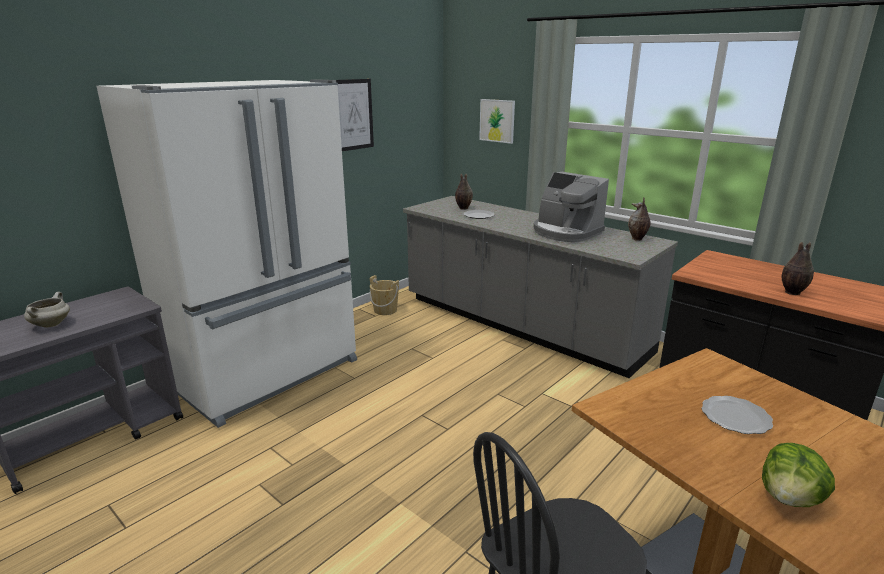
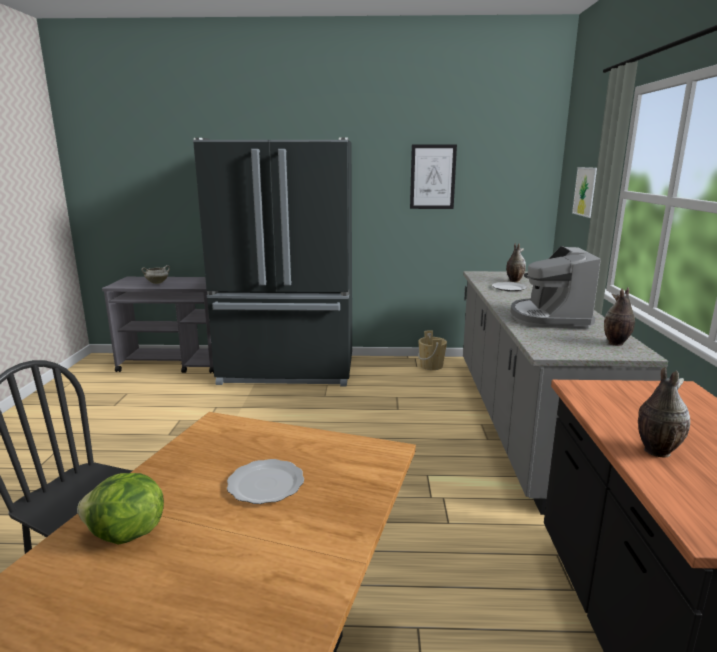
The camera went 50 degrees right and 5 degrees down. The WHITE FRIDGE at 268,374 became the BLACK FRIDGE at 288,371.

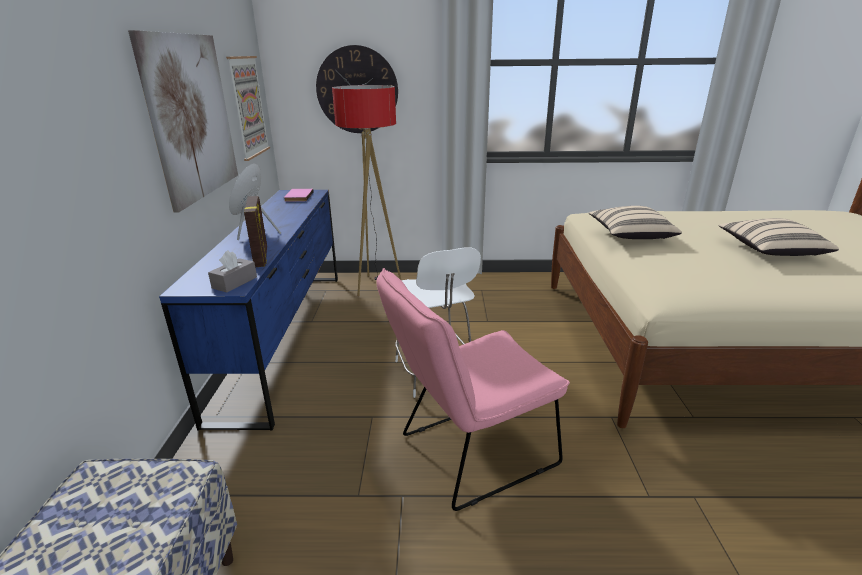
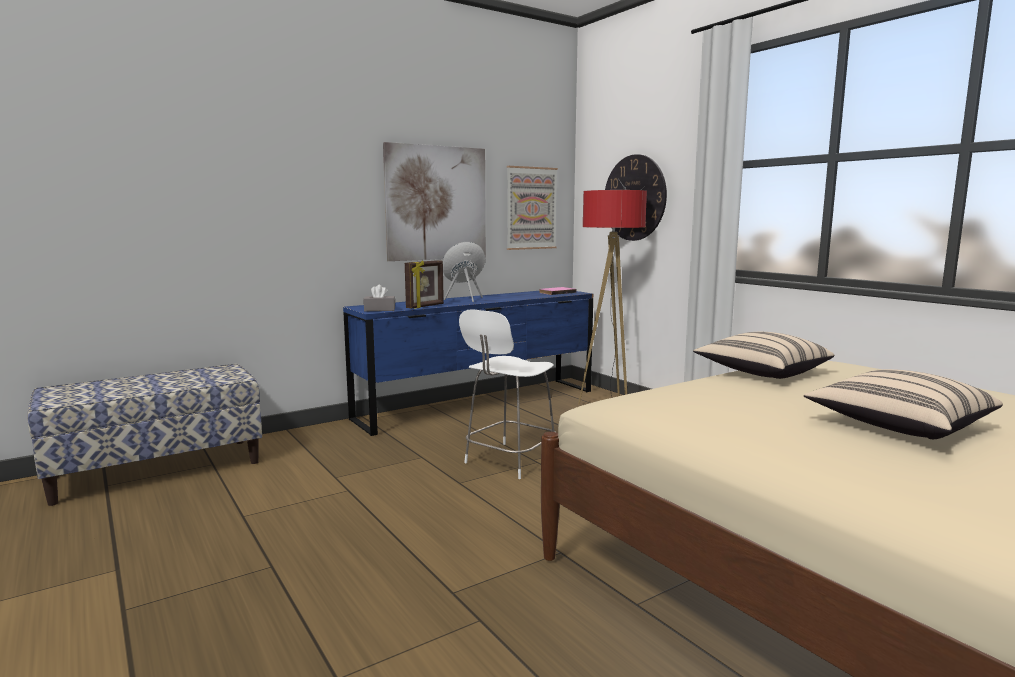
The camera went 55 degrees right and 15 degrees down. The PINK CHAIR at 469,453 disappeared.

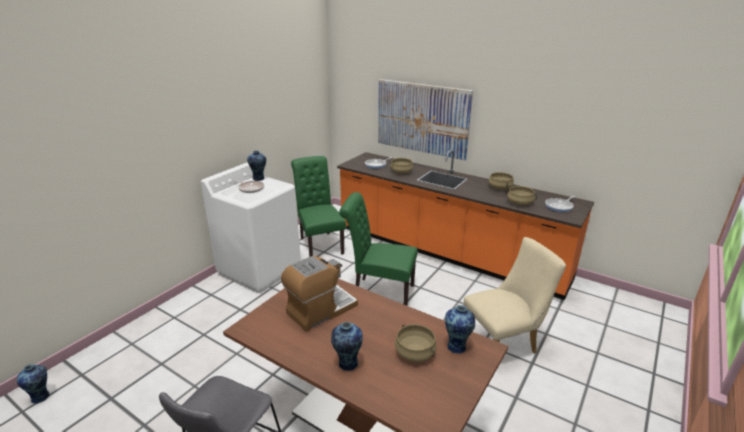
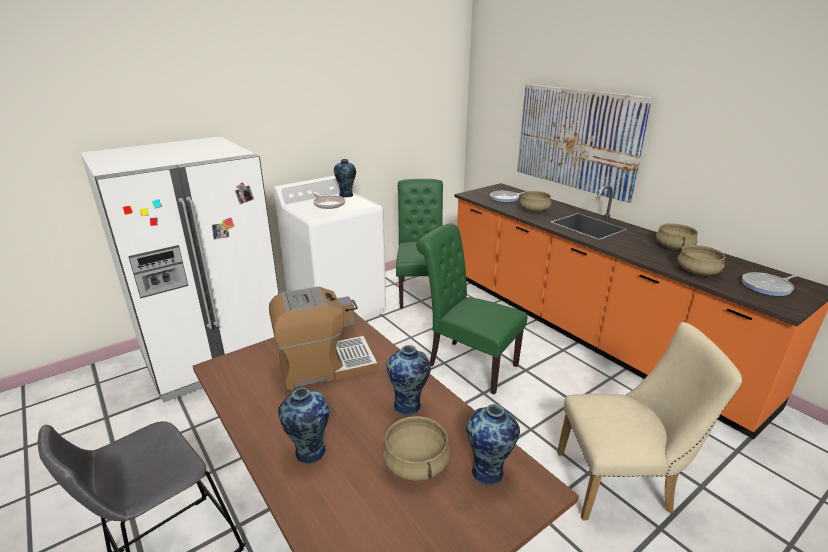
The camera went 20 degrees right and 0 degrees up. The WHITE FRIDGE at 214,355 appeared. The VASE moved from 41,397 to 409,405.

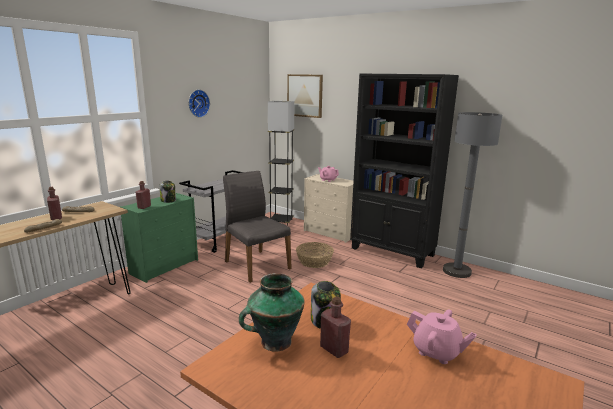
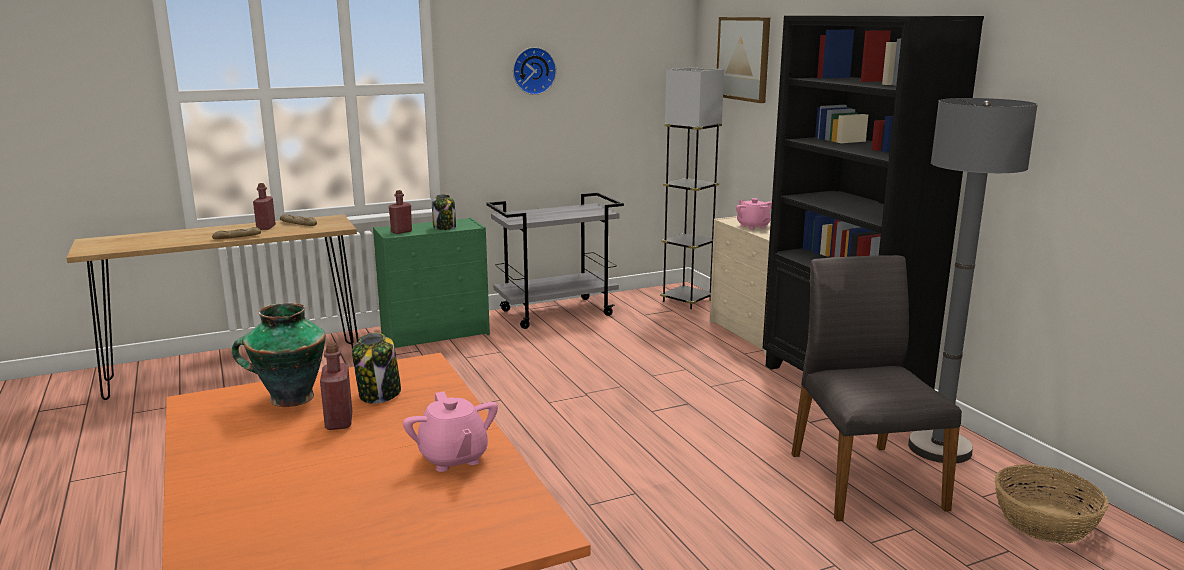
The camera went 30 degrees right and 0 degrees up. The GREY CHAIR moved from 256,265 to 862,479. The BASKET moved from 314,261 to 1044,521.

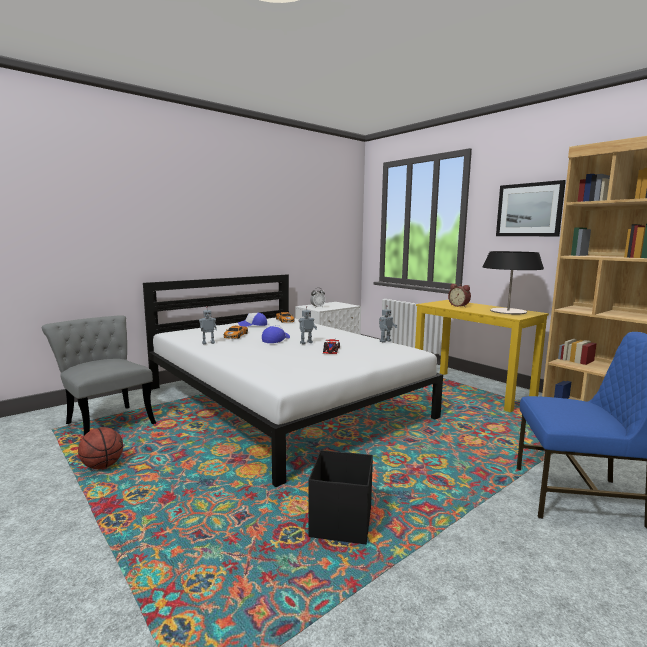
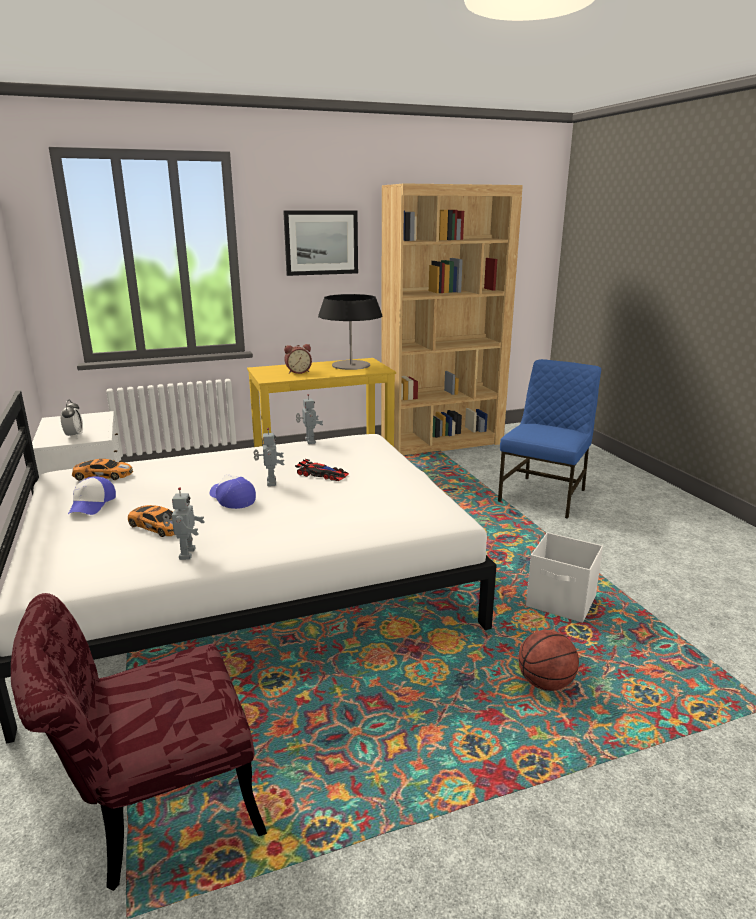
The camera went 70 degrees left and 10 degrees up. The BASKETBALL moved from 102,466 to 545,683. The GREY CHAIR at 106,421 became the RED CHAIR at 155,811. The BLACK STORAGE BOX at 340,523 became the WHITE STORAGE BOX at 562,602.

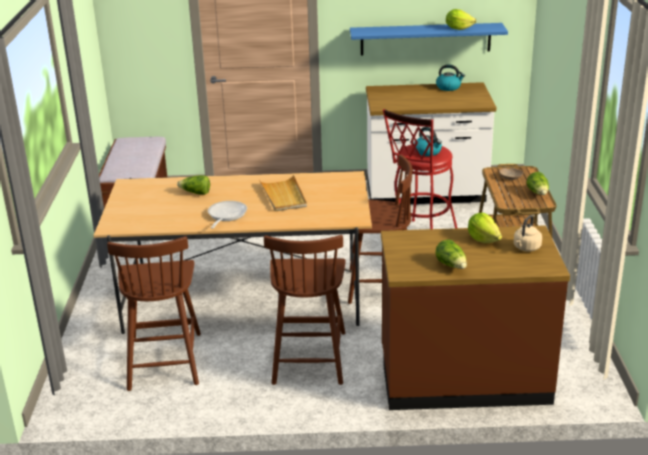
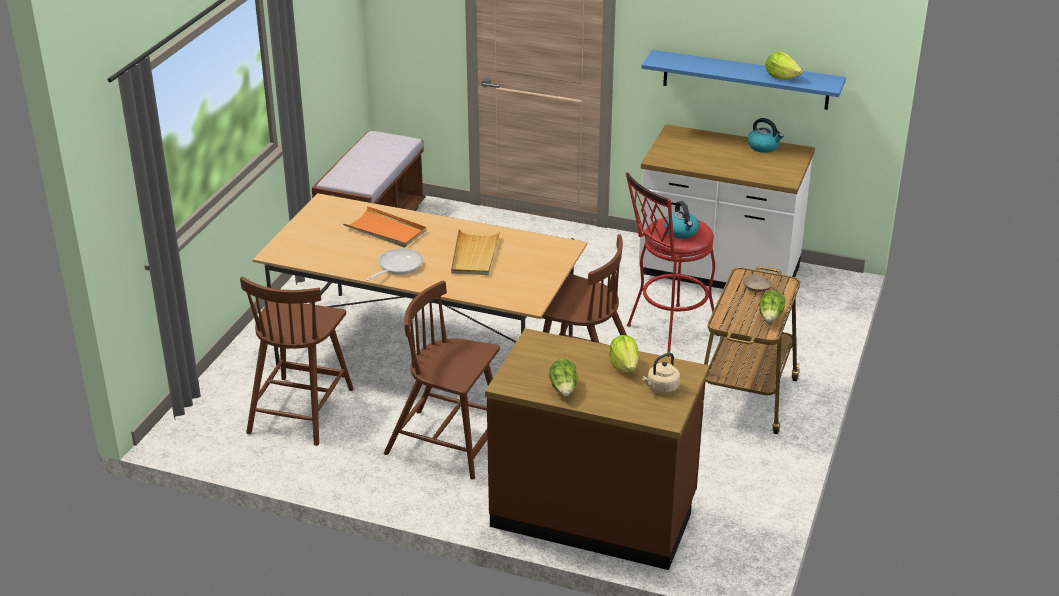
The camera went 20 degrees right and 5 degrees up. The LETTUCE at 196,193 was replaced by the ORANGE TRAY at 386,230. The BROWN CHAIR at 309,356 turned 90 degrees clockwise.

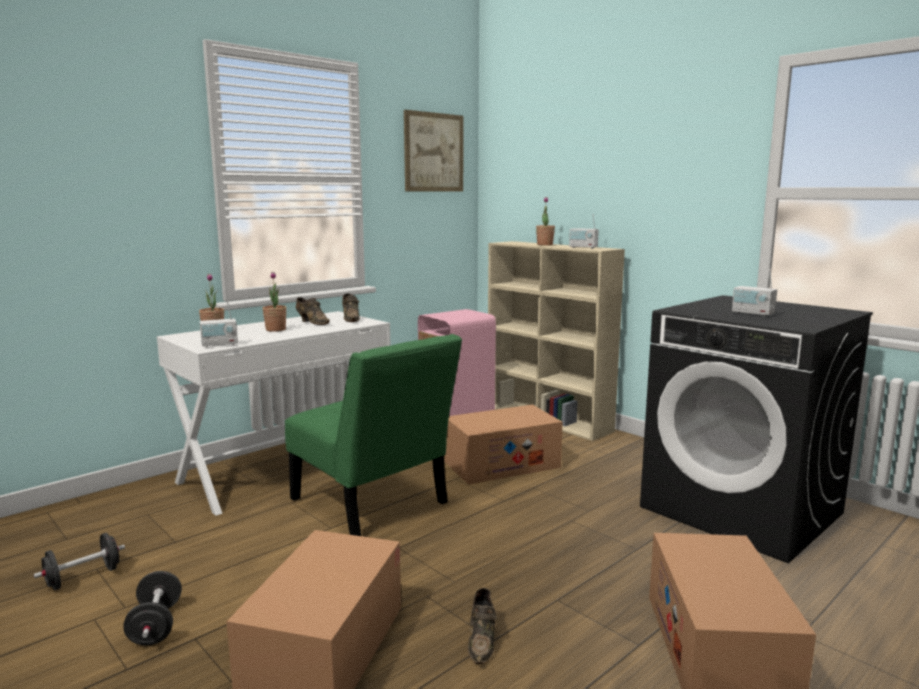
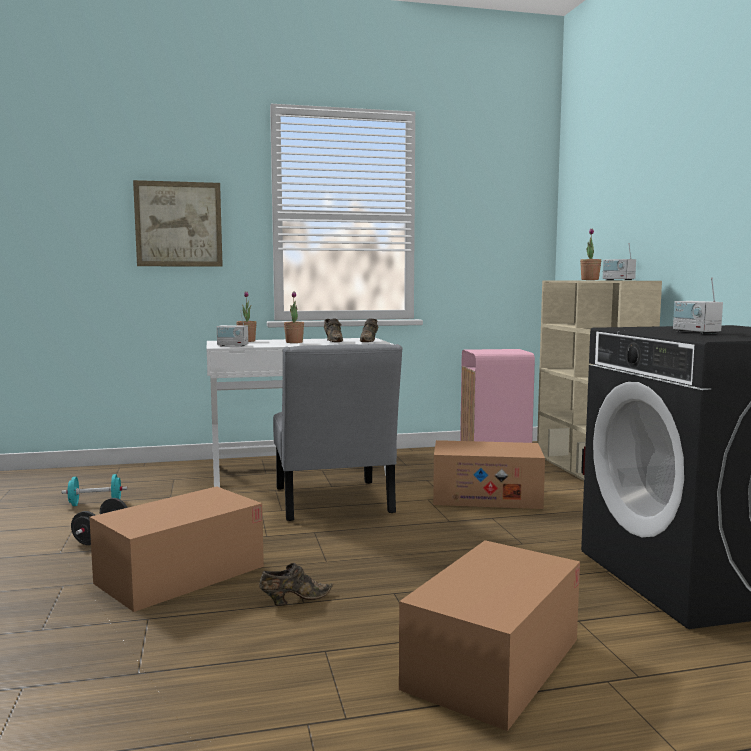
The camera went 30 degrees right and 5 degrees down. The PICTURE moved from 434,152 to 178,224. The BLACK DUMBBELL at 83,578 became the TURQUOISE DUMBBELL at 95,504. The GREEN CHAIR at 373,505 became the GREY CHAIR at 333,503. The BROWN SHOE at 482,640 turned 150 degrees counterclockwise.

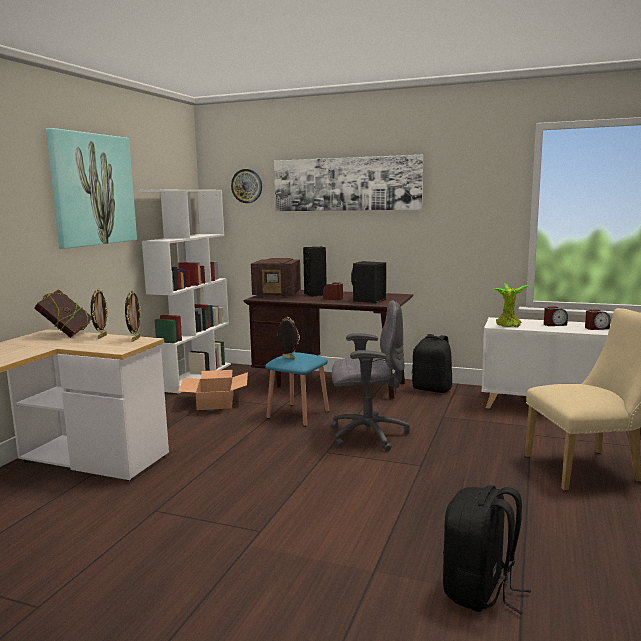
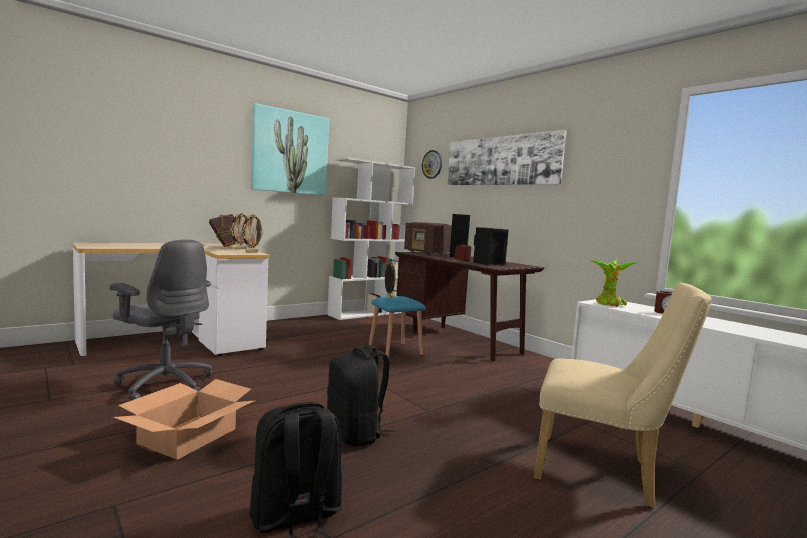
The camera went 30 degrees right and 5 degrees down. The ALARM CLOCK at 596,328 disappeared. The CARDBOARD BOX moved from 215,401 to 187,436. The GREY OFFICE CHAIR moved from 366,435 to 165,384. The BLACK BACKPACK moved from 432,389 to 356,434.

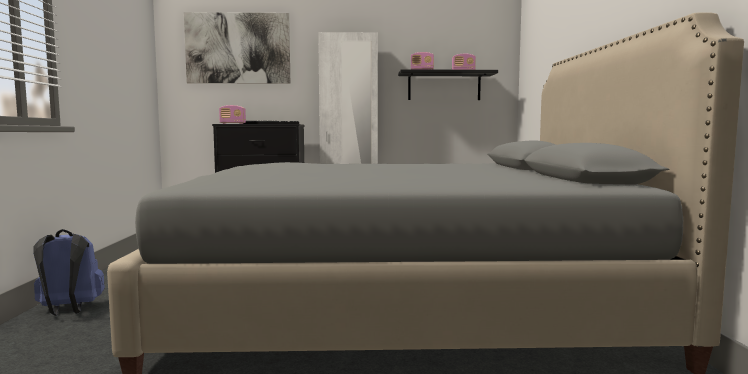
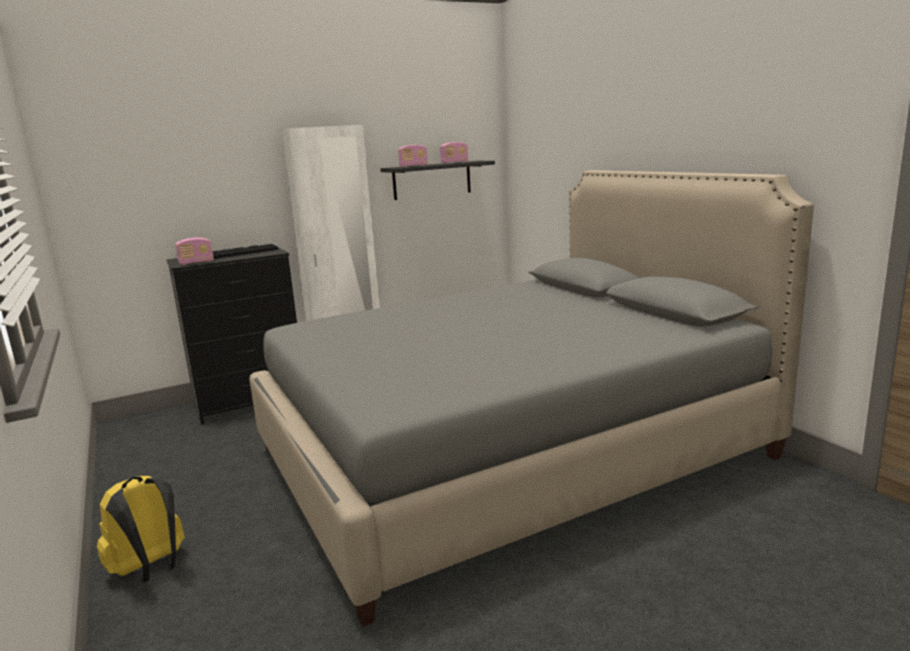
The camera went 25 degrees left and 10 degrees up. The PICTURE at 238,48 disappeared. The BLUE BACKPACK at 69,310 became the YELLOW BACKPACK at 151,570.

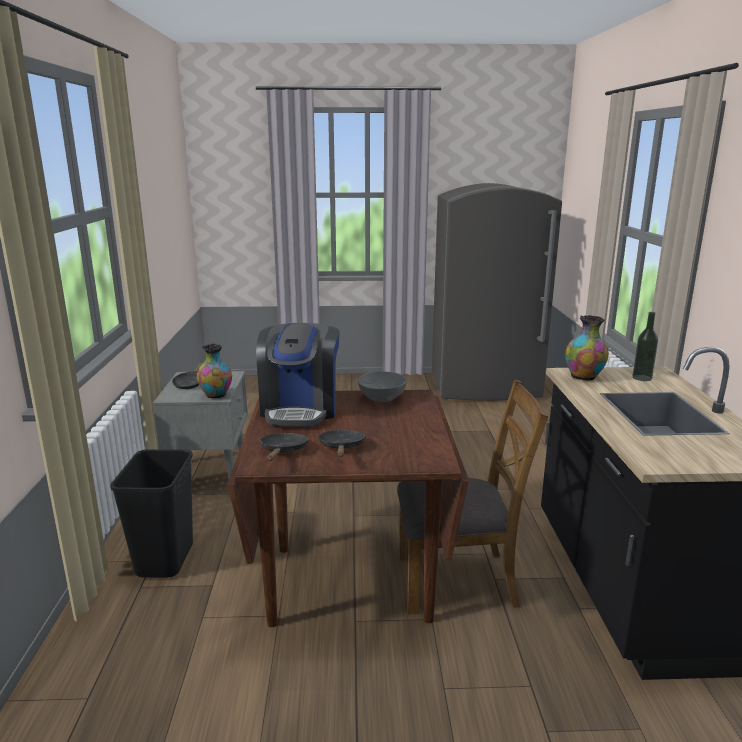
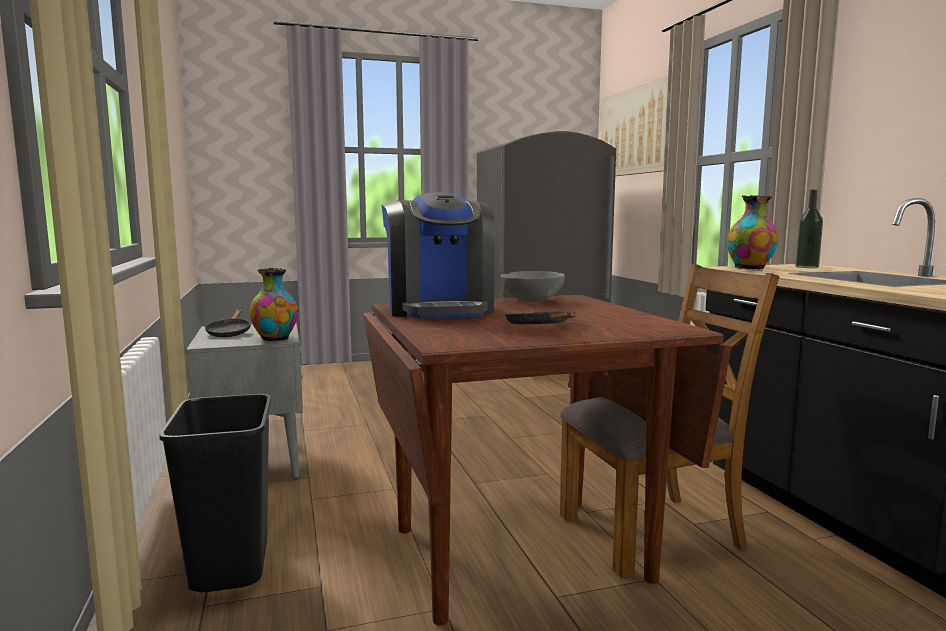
The camera went 15 degrees left and 10 degrees down. The BLACK FRYING PAN at 283,451 disappeared. The PICTURE at 634,132 appeared.

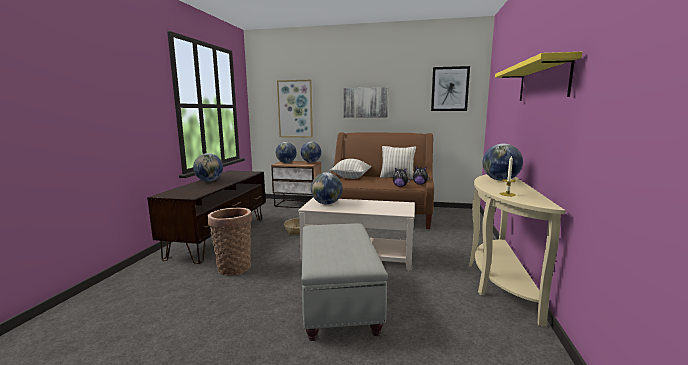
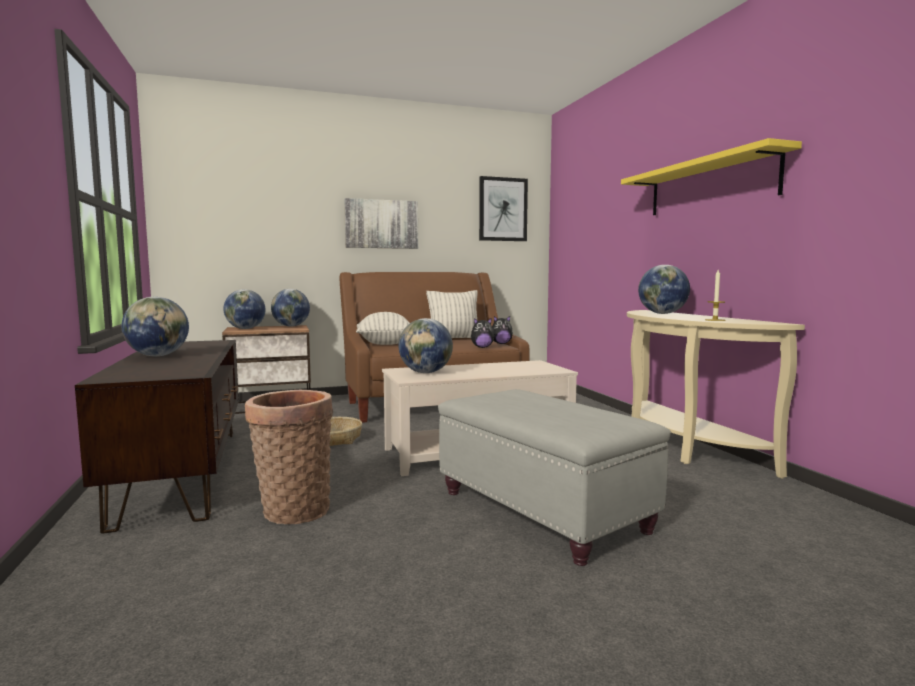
The camera went 30 degrees left and 5 degrees down. The PICTURE at 295,109 disappeared.

